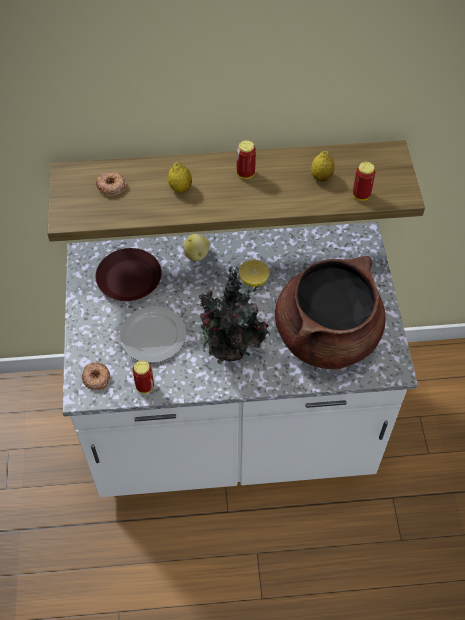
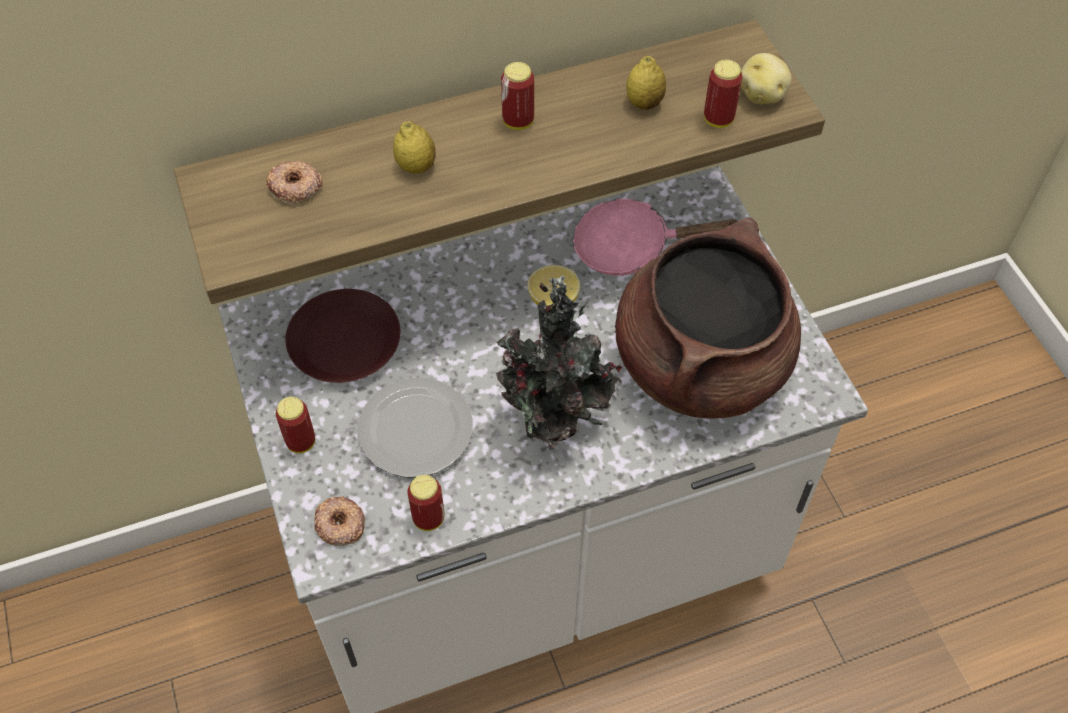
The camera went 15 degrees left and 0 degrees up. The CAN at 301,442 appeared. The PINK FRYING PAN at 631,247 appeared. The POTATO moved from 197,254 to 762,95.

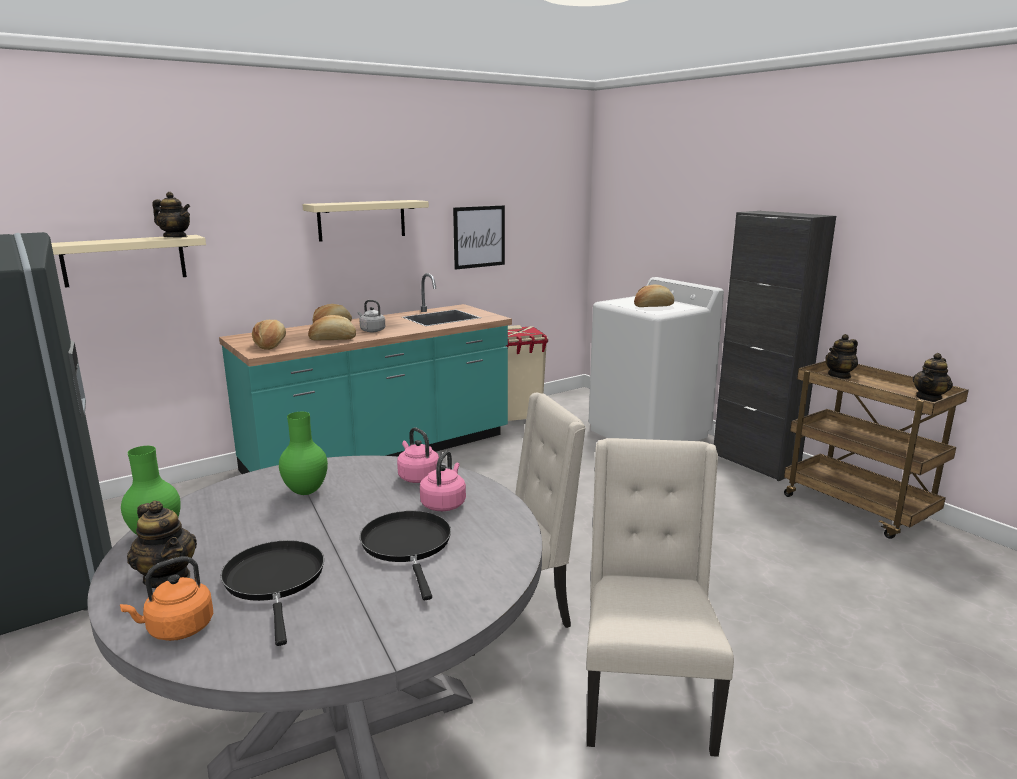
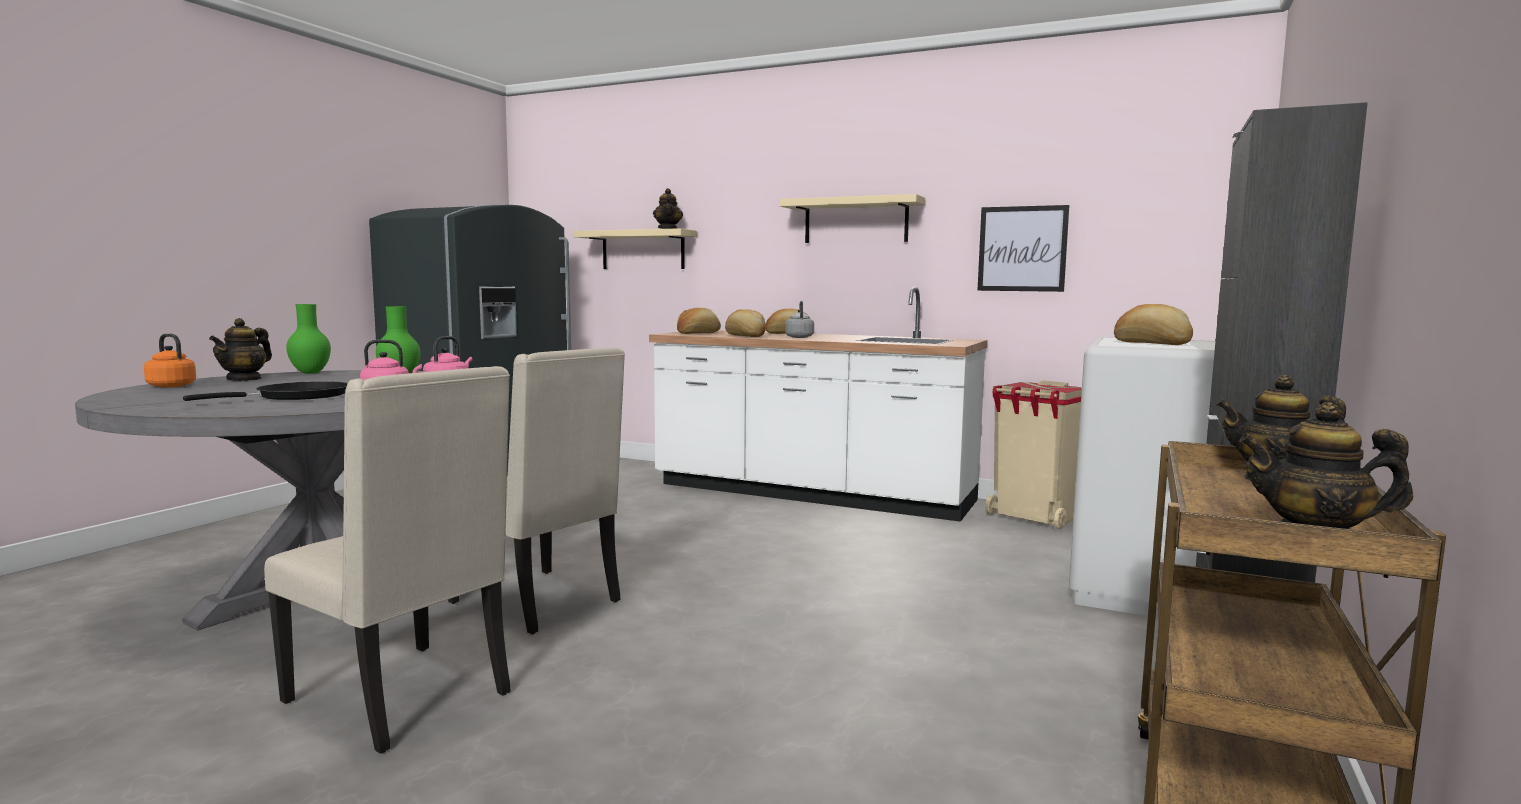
The camera went 60 degrees right and 10 degrees down. The BLACK FRYING PAN at 275,581 disappeared. The TURQUOISE COUNTER at 381,454 became the WHITE COUNTER at 812,493. The BEIGE CHAIR at 645,699 turned 60 degrees clockwise.

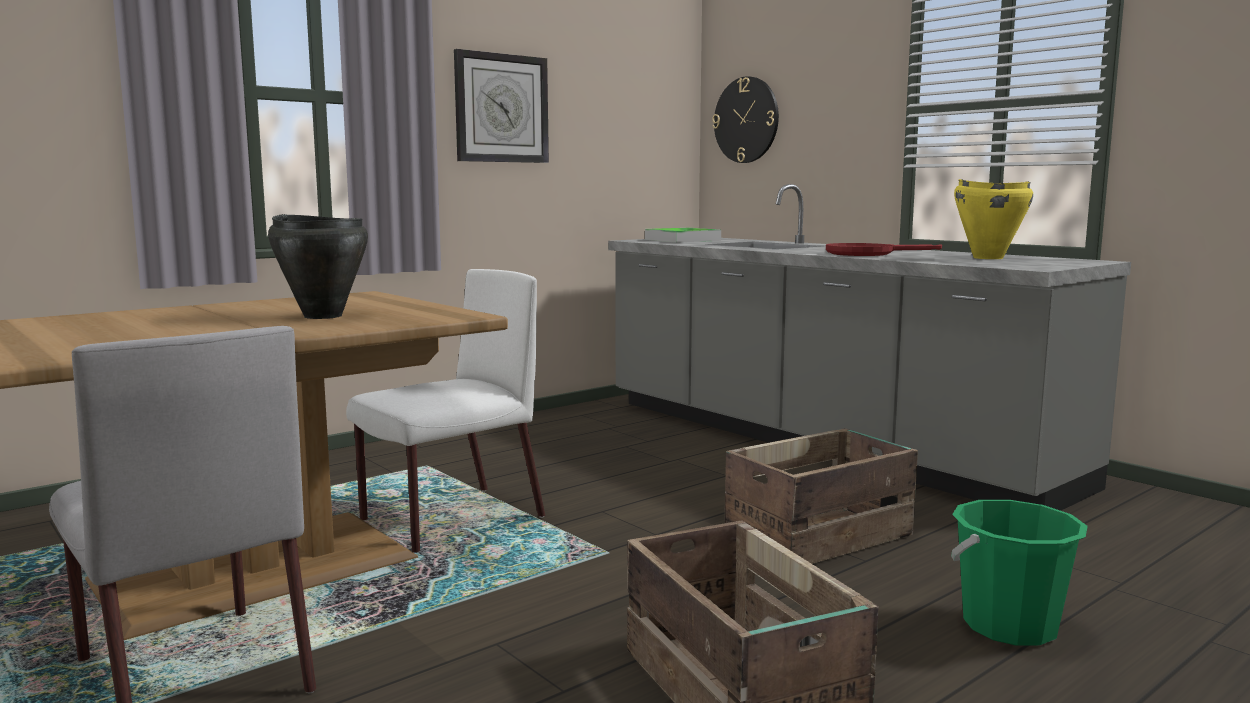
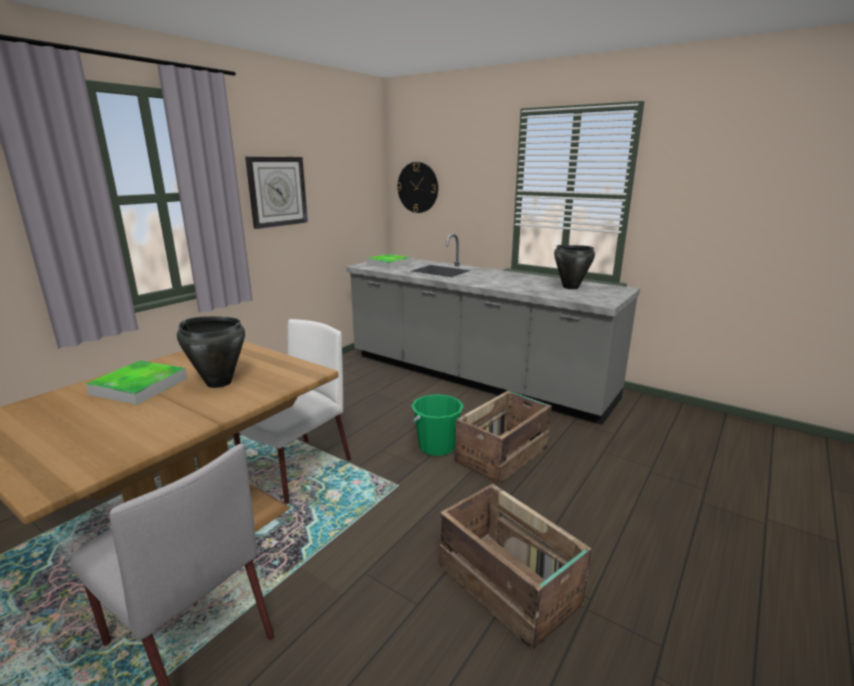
The camera went 15 degrees left and 10 degrees up. The RED FRYING PAN at 868,253 disappeared. The TRAY at 139,386 appeared. The GREEN BUCKET moved from 1009,626 to 437,446. The YELLOW COOKING POT at 987,258 became the BLACK COOKING POT at 570,287.

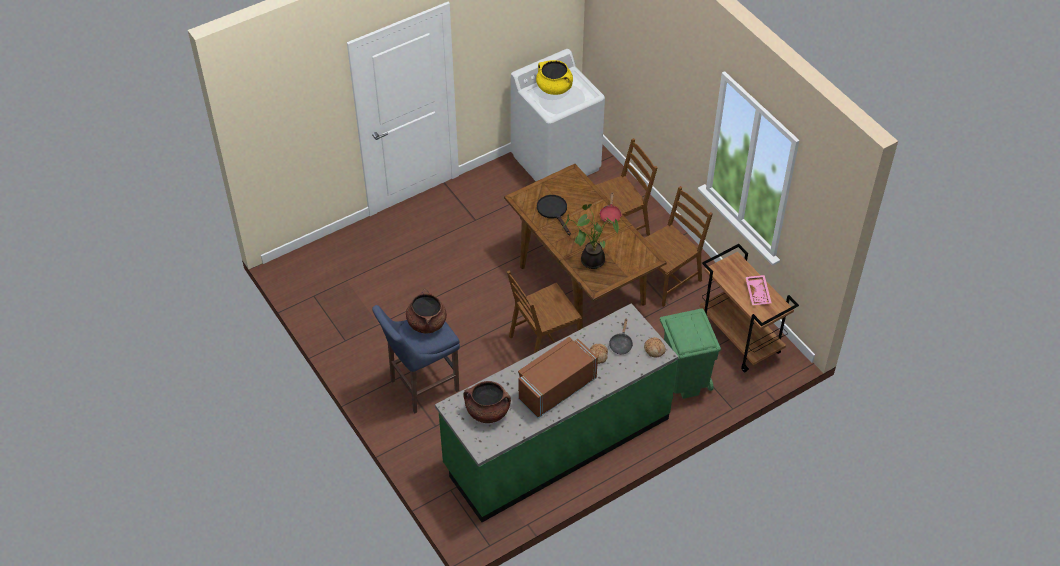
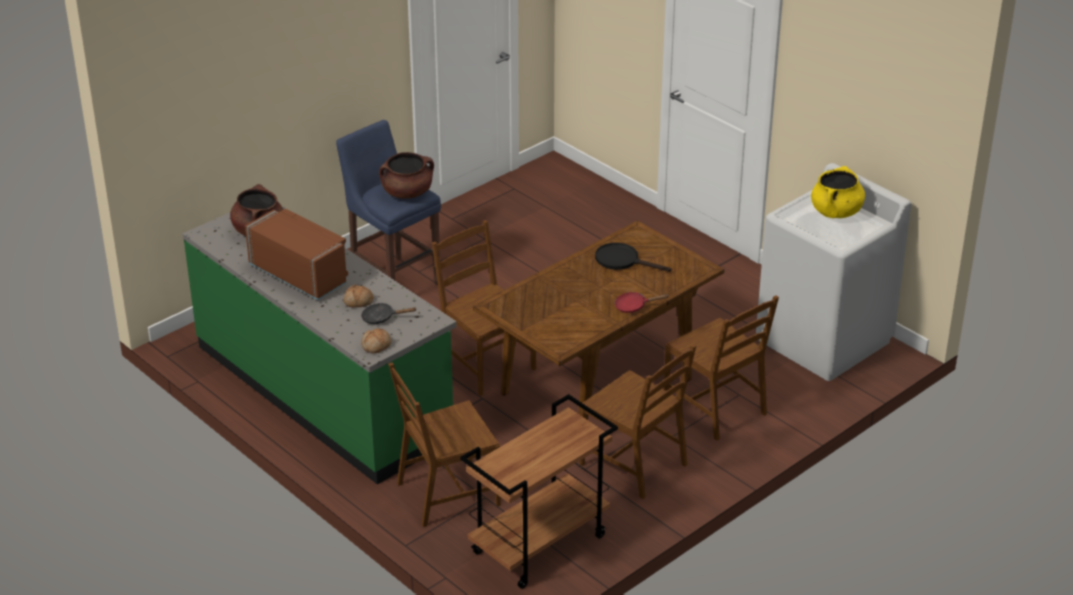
The camera went 80 degrees right and 15 degrees down. The POTTED PLANT at 591,259 disappeared. The PINK TRAY at 758,293 disappeared. The GREEN TRASH CAN at 684,380 was replaced by the BROWN CHAIR at 447,494. The BLACK FRYING PAN at 554,211 turned 120 degrees counterclockwise.

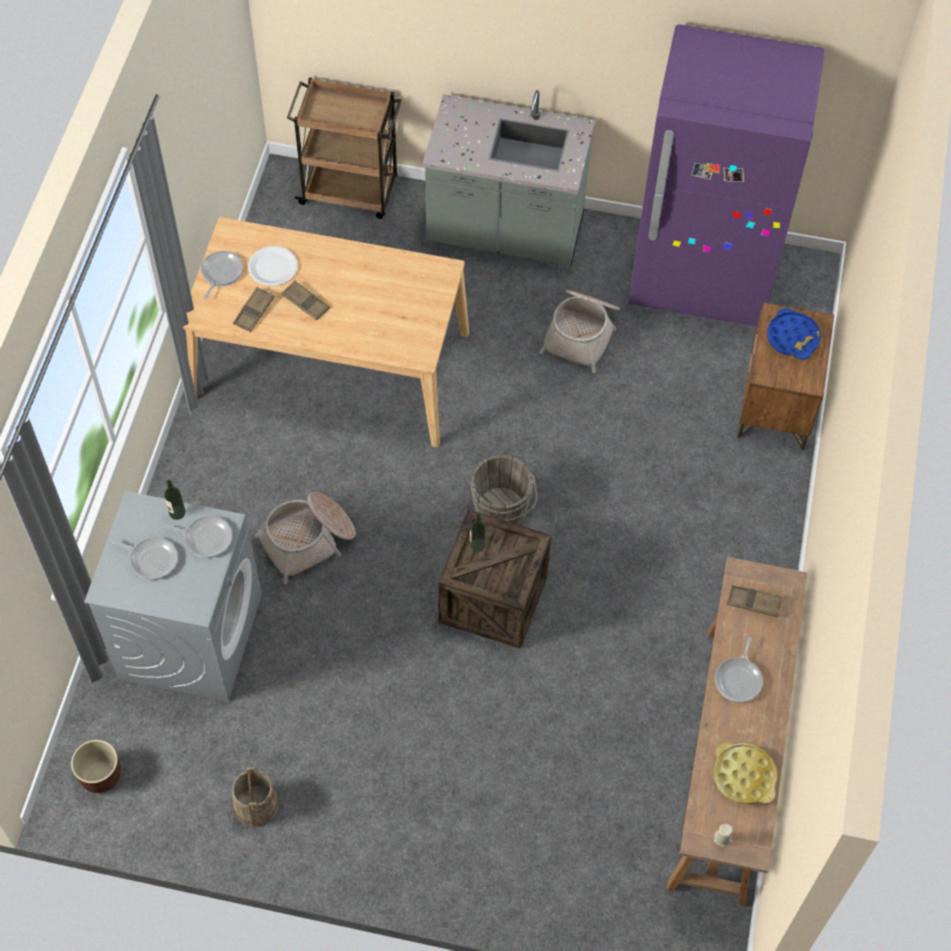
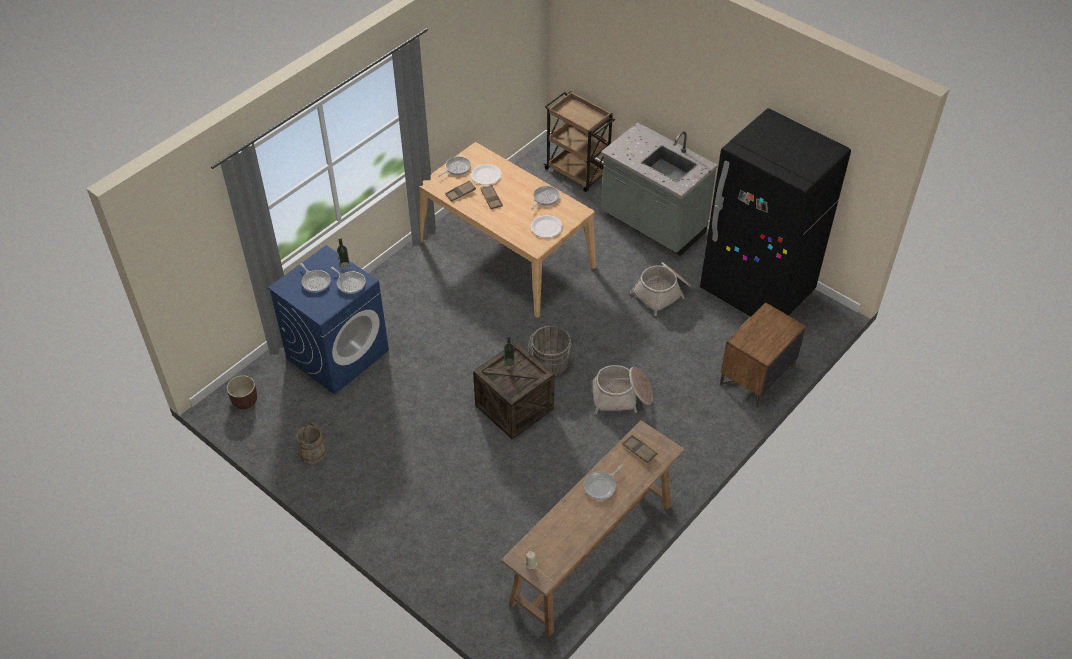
The camera went 30 degrees right and 10 degrees down. The YELLOW TRAY at 744,776 disappeared. The BLUE TRAY at 792,337 disappeared. The FRYING PAN at 544,198 appeared. The WHITE PLATE at 546,227 appeared. The BASKET moved from 308,540 to 621,397. The GREY WASHING MACHINE at 190,635 became the BLUE WASHING MACHINE at 338,354. The PURPLE FRIDGE at 702,277 became the BLACK FRIDGE at 757,291.

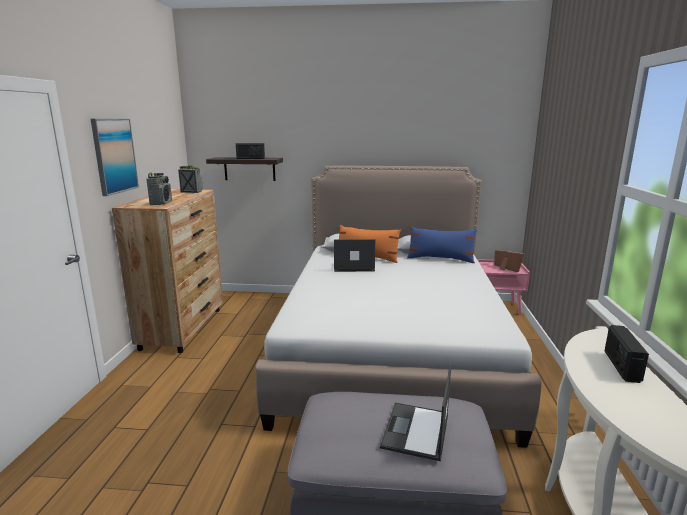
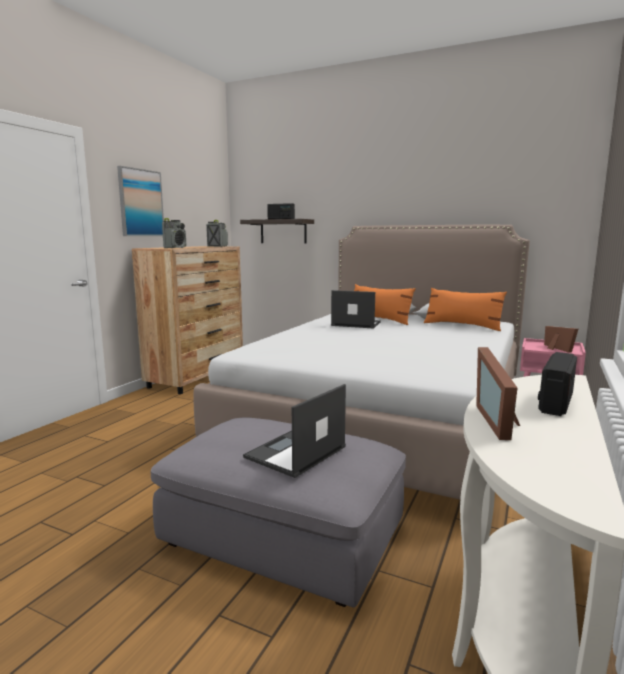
The camera went 20 degrees right and 5 degrees down. The PICTURE FRAME at 500,420 appeared. The BLUE PILLOW at 440,259 became the ORANGE PILLOW at 462,326.

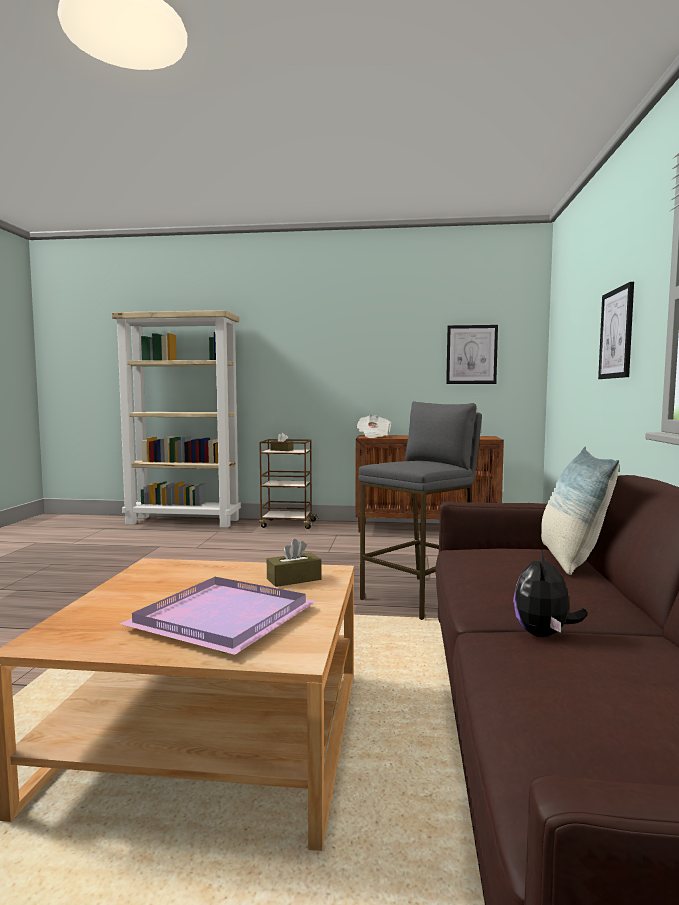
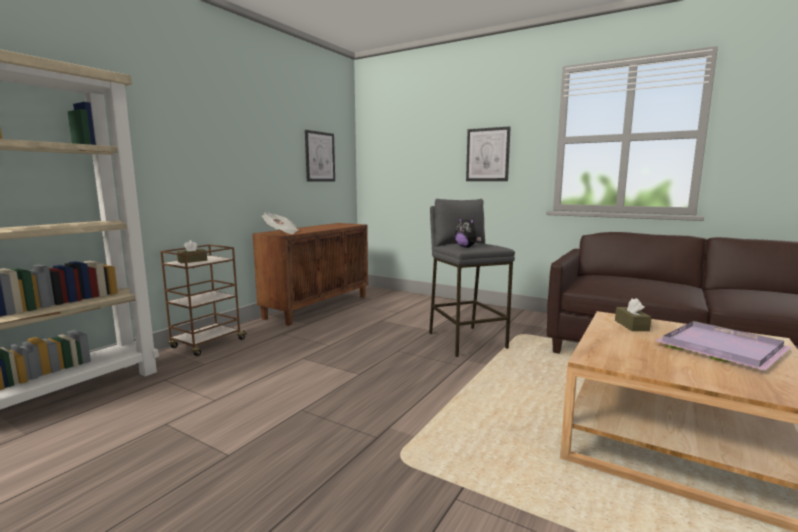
The camera went 65 degrees left and 5 degrees up. The PILLOW at 570,560 disappeared. The PLUSH TOY moved from 544,635 to 466,247.

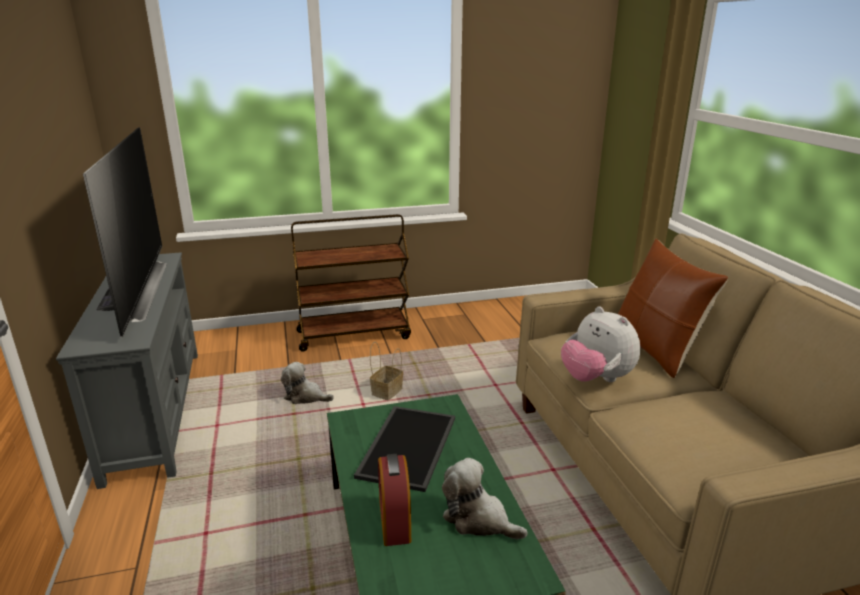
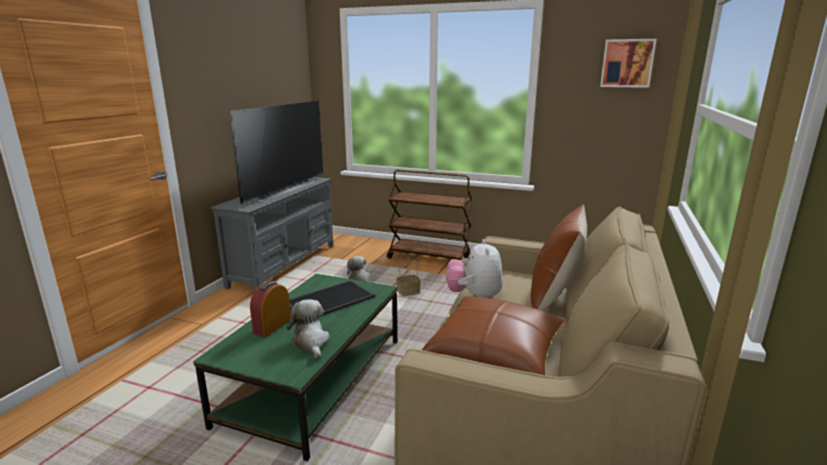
The camera went 35 degrees right and 5 degrees down. The BROWN PILLOW at 496,352 appeared. The PICTURE at 627,63 appeared.

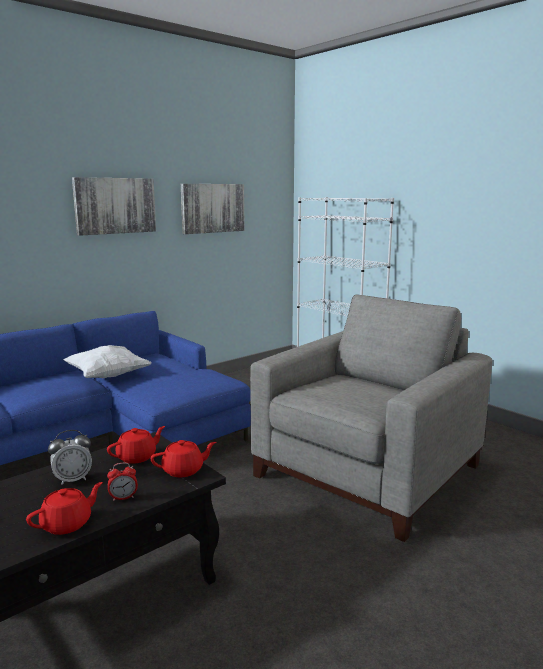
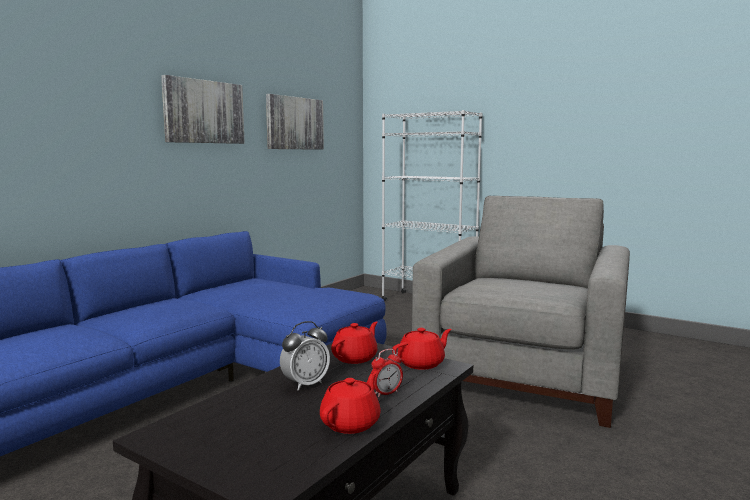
The camera went 15 degrees left and 5 degrees down. The WHITE PILLOW at 108,376 disappeared.

